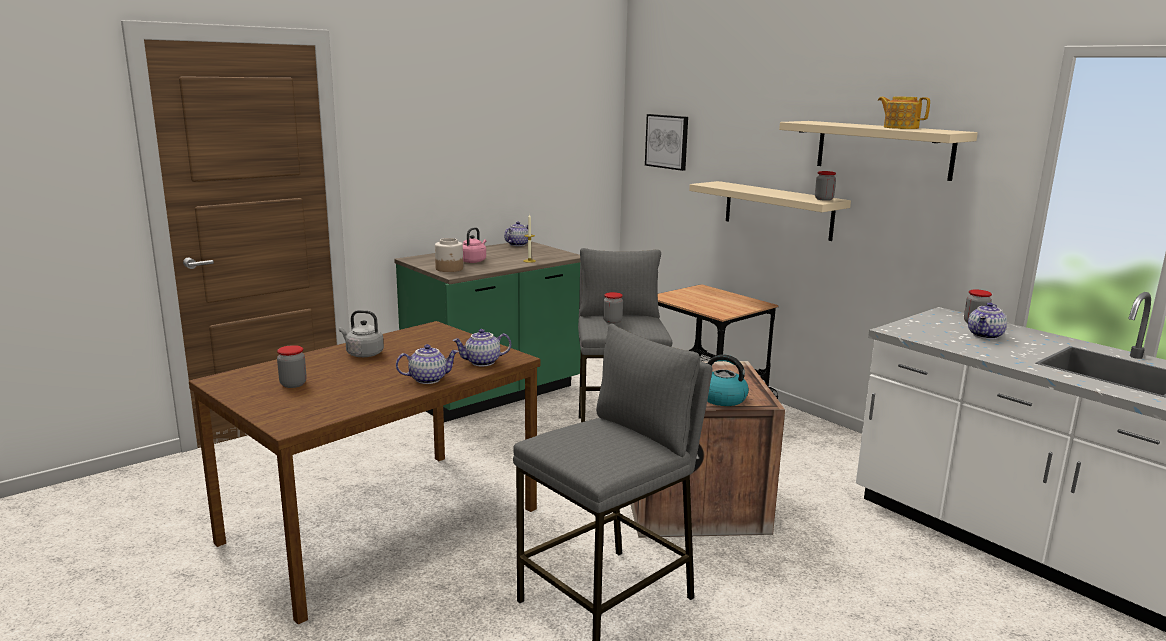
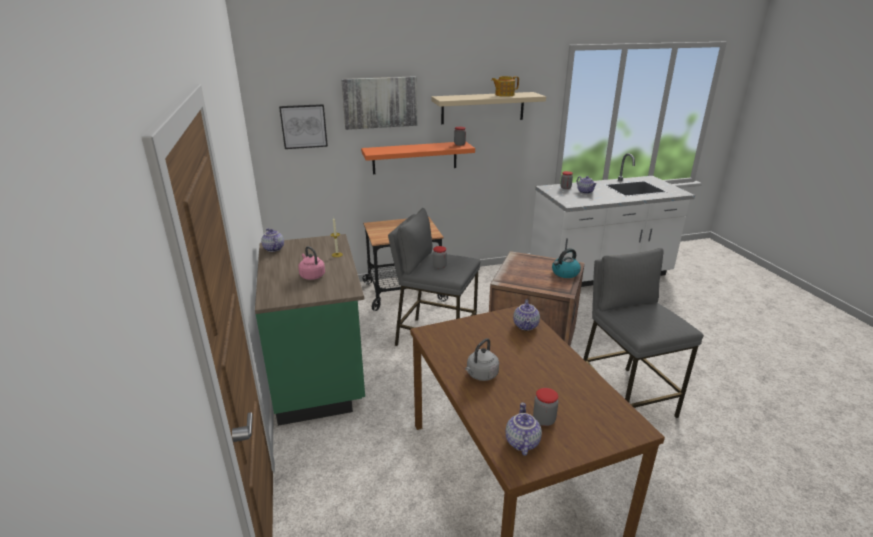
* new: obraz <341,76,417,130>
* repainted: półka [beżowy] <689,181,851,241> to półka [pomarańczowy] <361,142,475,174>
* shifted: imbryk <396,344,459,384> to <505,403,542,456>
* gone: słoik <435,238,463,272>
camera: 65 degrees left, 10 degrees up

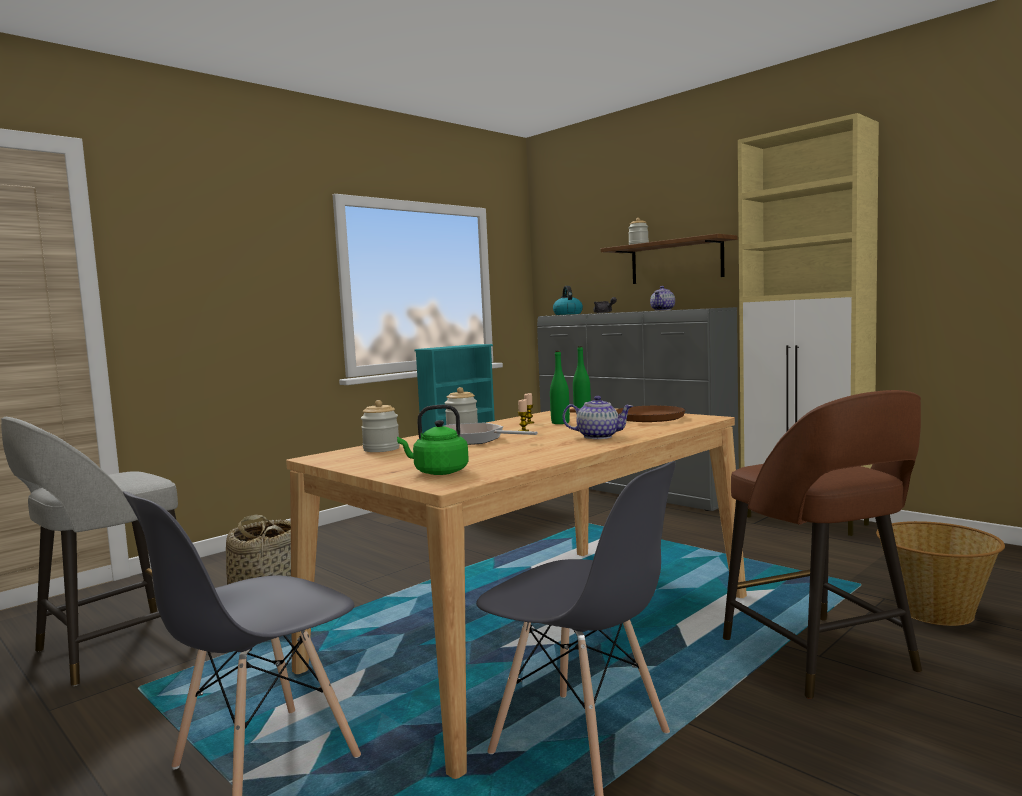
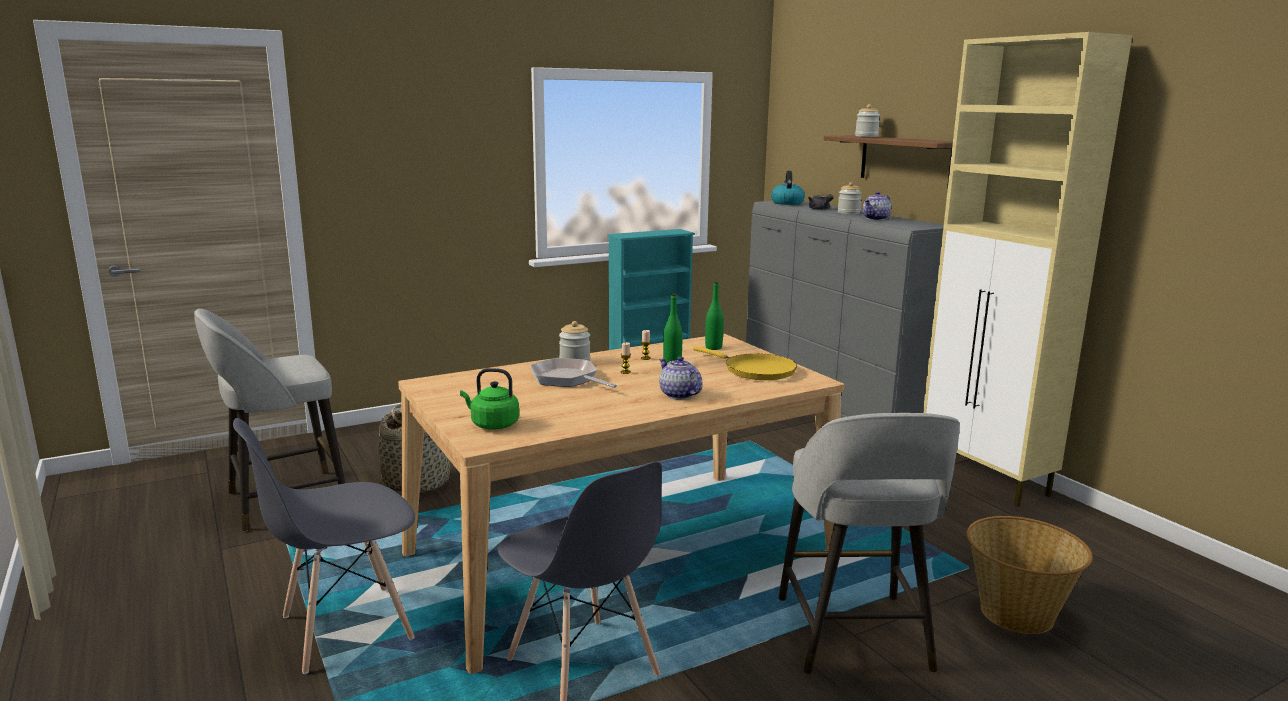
* rotated: imbryk <563,396,633,439> = <659,356,703,399> 150 degrees counterclockwise
* repainted: patelnia [brązowy] <570,406,685,422> to patelnia [żółty] <693,346,797,380>
* repainted: stołek [brązowy] <723,390,922,699> to stołek [szary] <779,413,960,674>
* shifted: słoik <361,400,400,452> to <838,182,862,214>
camera: 15 degrees right, 10 degrees up

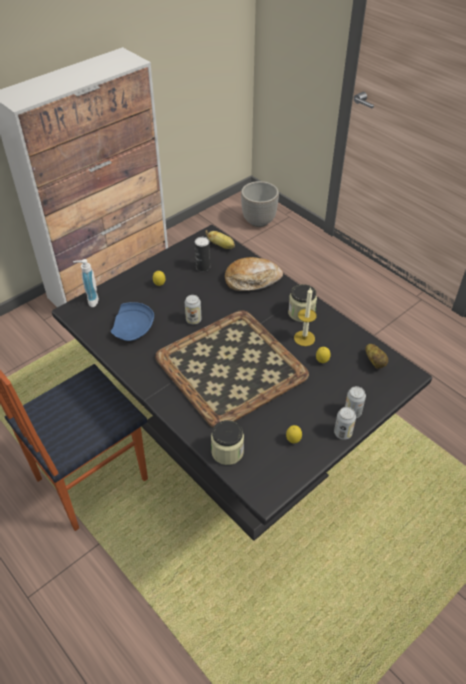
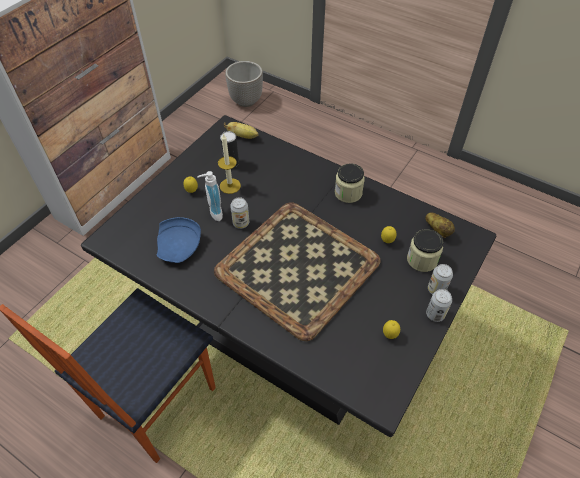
* shifted: dozownik mydła <73,259,99,307> to <197,171,223,221>
* shifted: świeca <294,287,317,346> to <218,133,241,194>
* shifted: słoik <211,420,244,465> to <407,229,444,272>
* gone: chleb <225,257,283,291>
camera: 15 degrees left, 5 degrees up

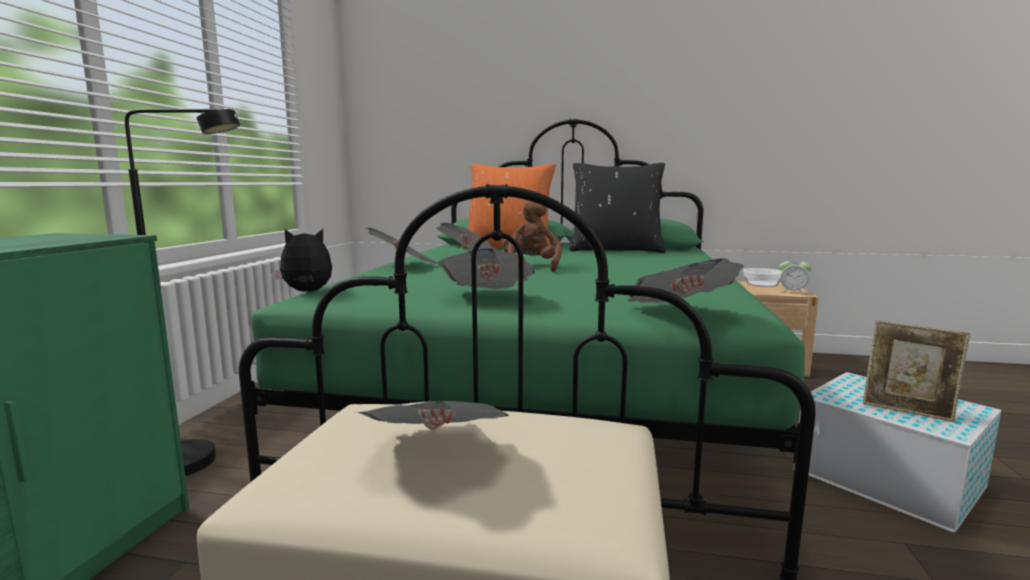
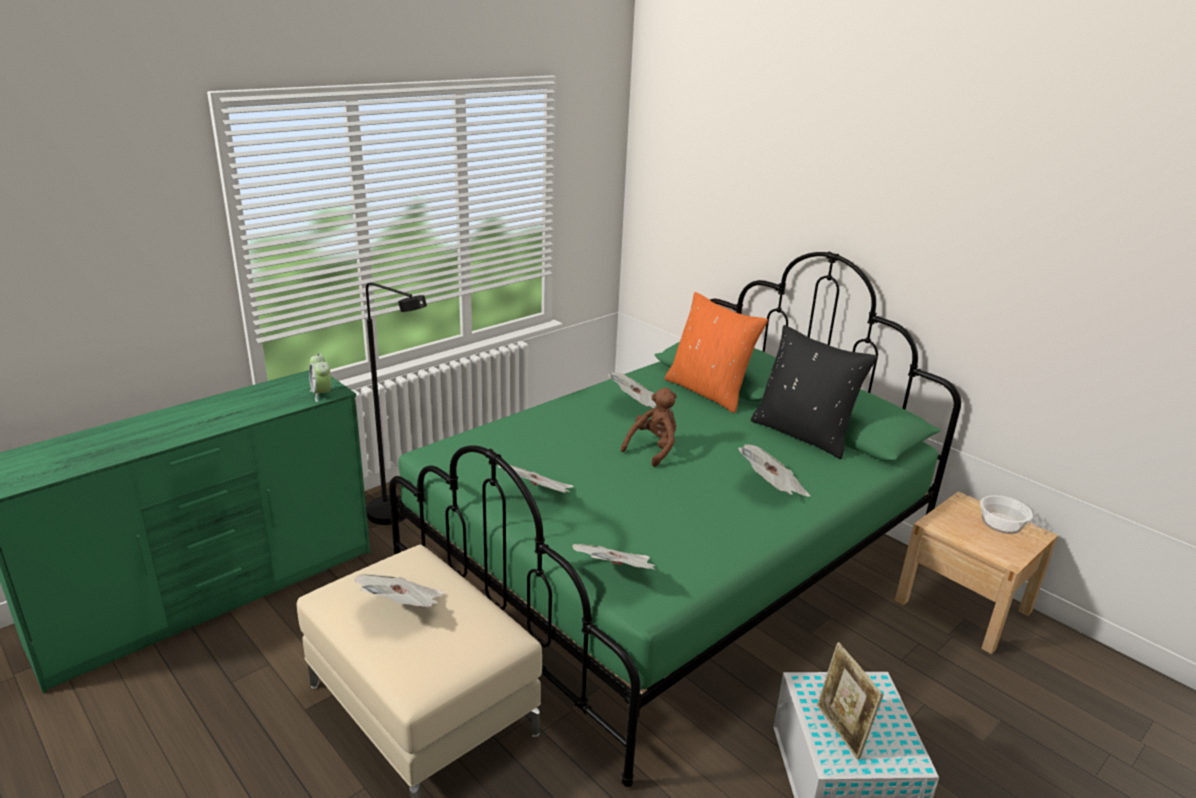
* shifted: budzik <779,257,812,295> to <309,353,331,402>
* shifted: gazeta <366,228,438,264> to <738,444,810,496>
* gone: pluszak <272,229,332,292>
camera: 35 degrees right, 15 degrees up

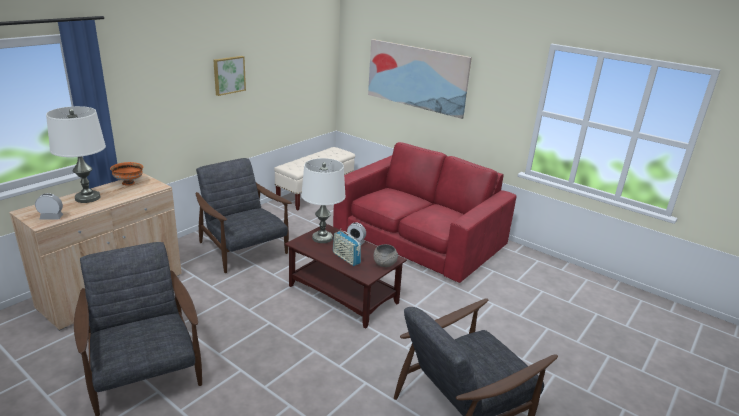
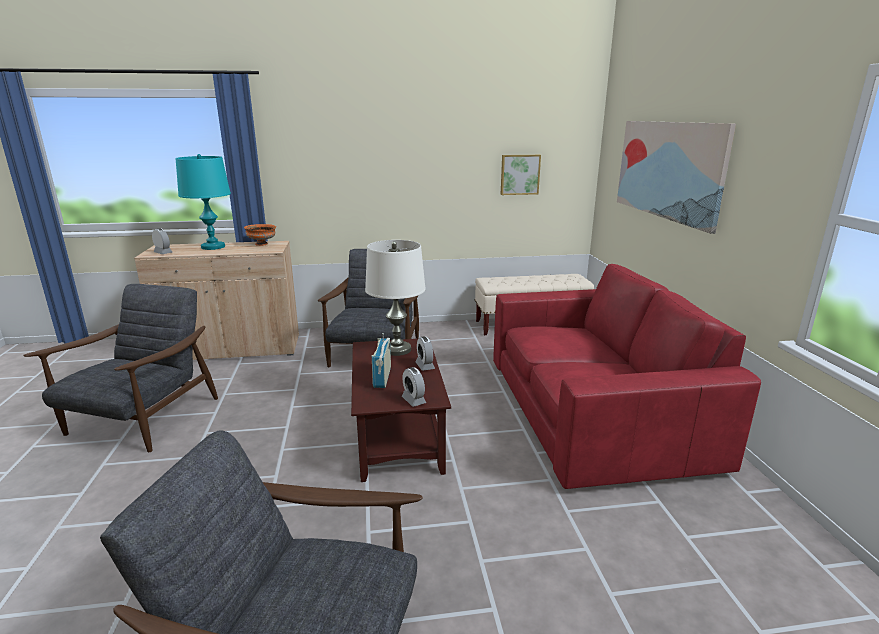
* repainted: lampa stołowa [biały] <46,106,106,203> to lampa stołowa [turkusowy] <176,154,231,250>
* swapped: miska [szary] <373,244,398,267> to budzik <402,367,426,407>
* shifted: obraz <213,56,246,96> to <501,155,541,195>
camera: 45 degrees right, 5 degrees down

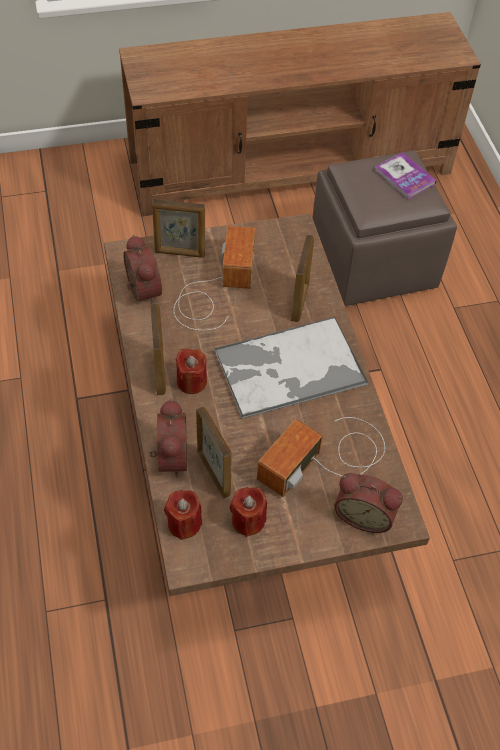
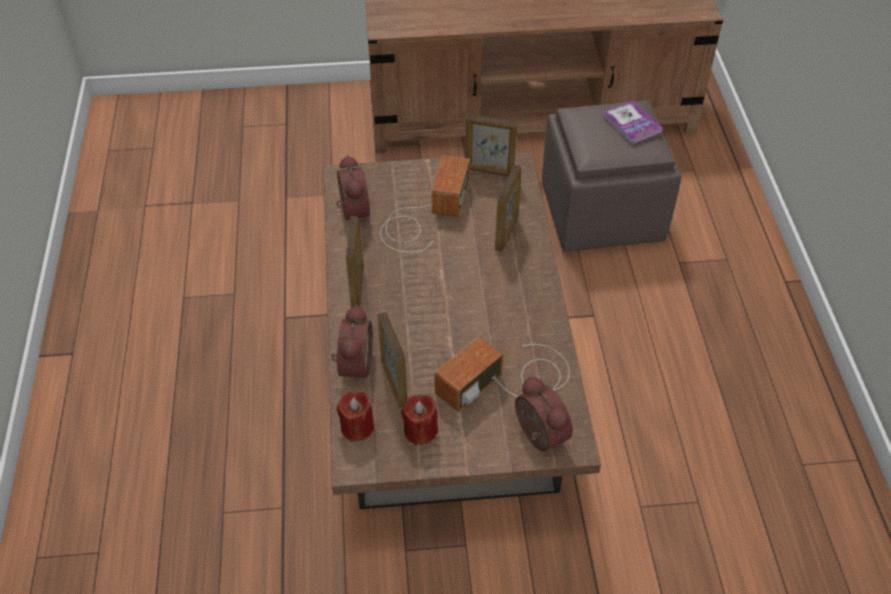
* shifted: ramka na zdjęcie <152,199,205,258> to <465,114,518,176>
* rotated: budzik <334,473,403,533> = <515,376,573,452> 150 degrees counterclockwise
* gone: świeca [czerwony] <175,349,207,394>
* gone: taca <214,316,368,419>
camera: 10 degrees right, 5 degrees down

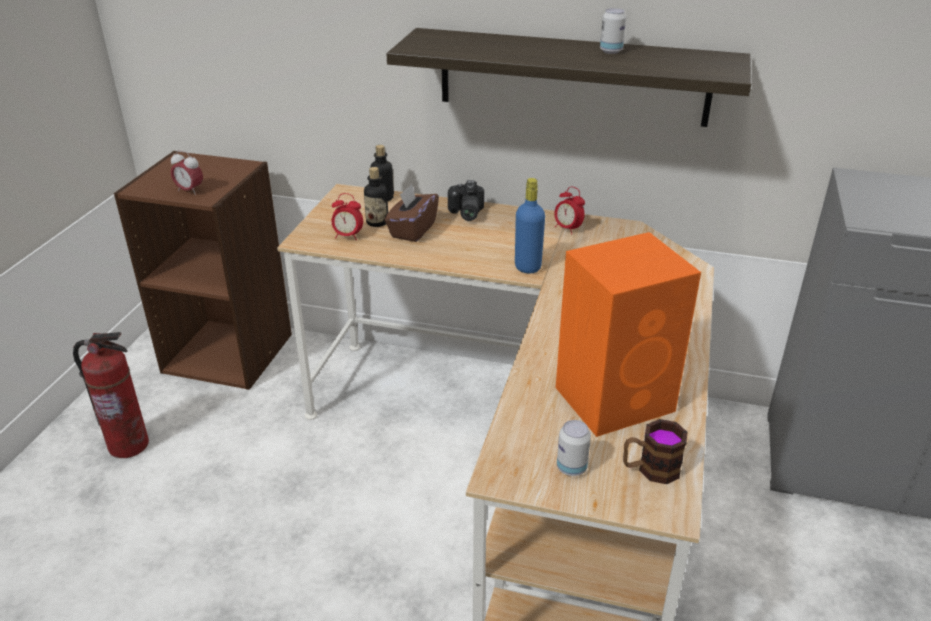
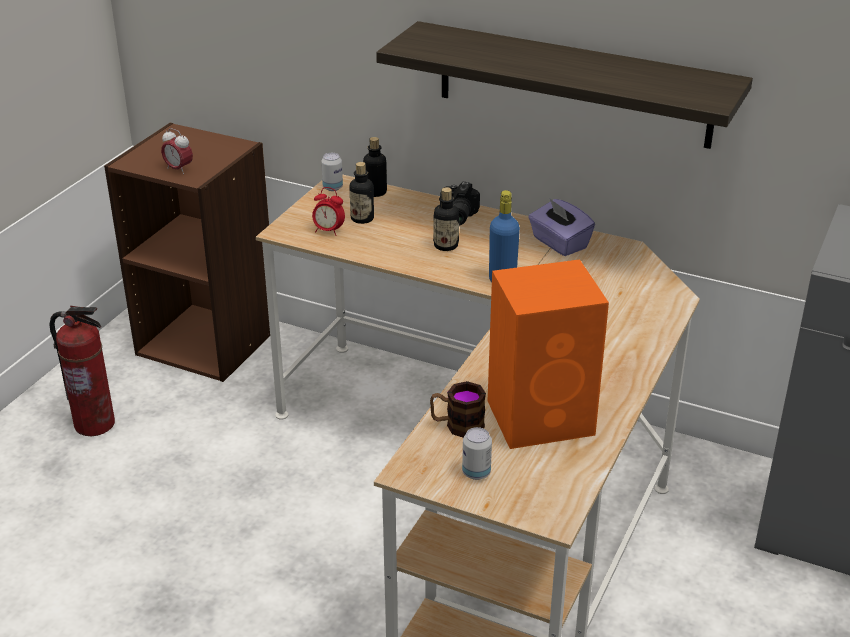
* shifted: puszka <600,8,626,54> to <321,153,343,191>
* shifted: kubek <623,419,687,484> to <430,381,486,438>
* new: butelka <433,187,459,251>
* swapped: budzik <554,186,585,235> to pudełko chusteczek [fioletowy] <528,199,595,256>
* gone: pudełko chusteczek [brązowy] <385,184,439,242>
camera: 10 degrees right, 0 degrees up

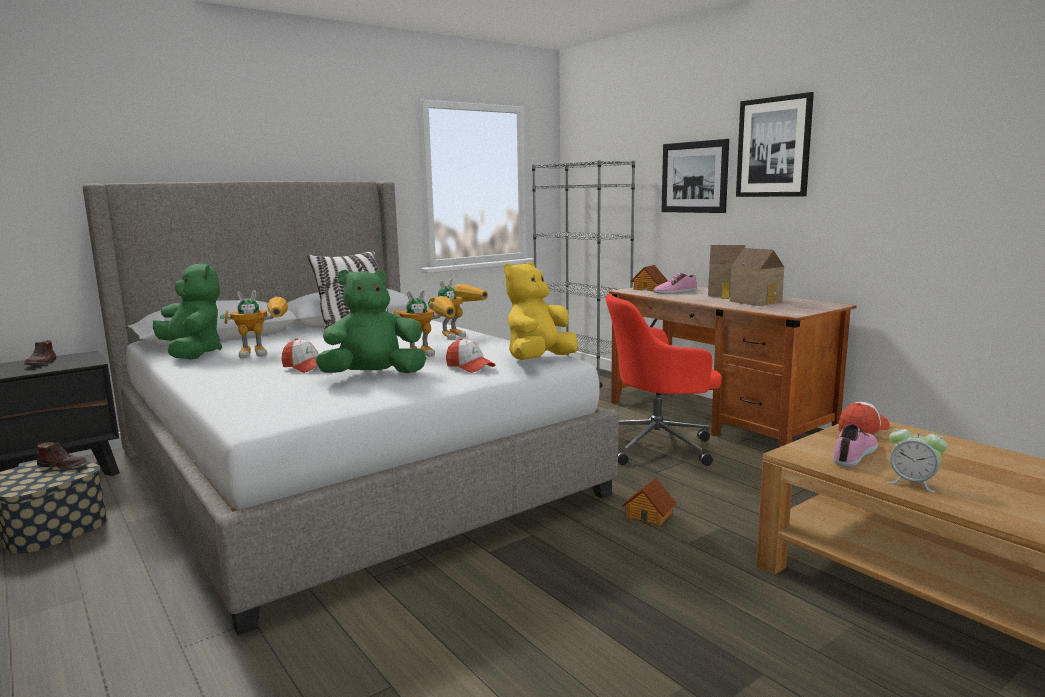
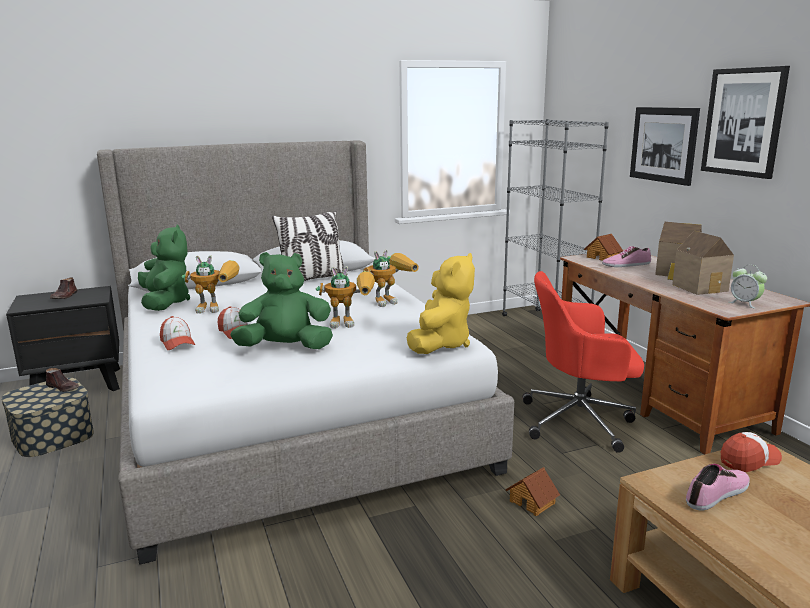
* shifted: czapka z daszkiem <446,338,495,373> to <160,316,196,350>
* rotated: pluszak [żółty] <504,262,578,360> = <407,253,475,354> 150 degrees clockwise
* shifted: budzik <887,423,947,493> to <729,265,767,309>
camera: 15 degrees right, 5 degrees up

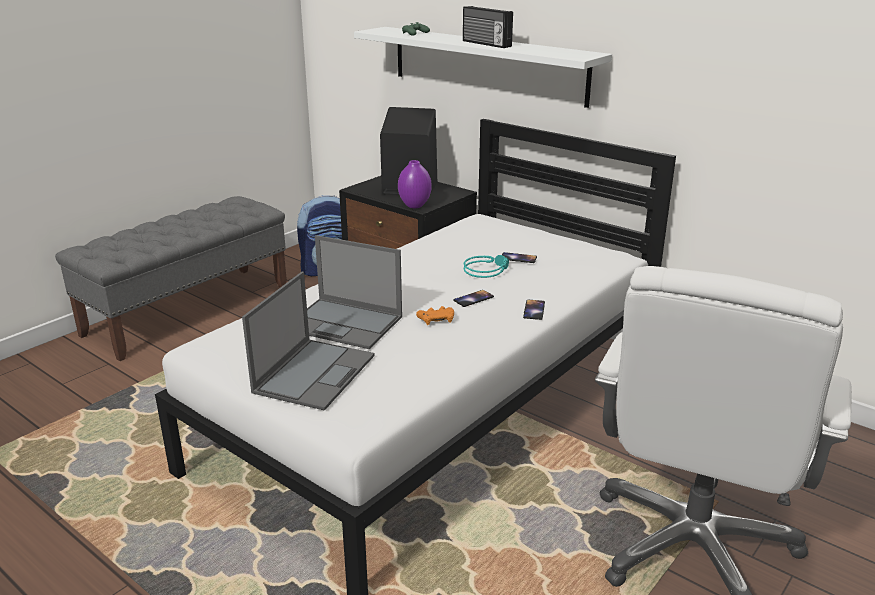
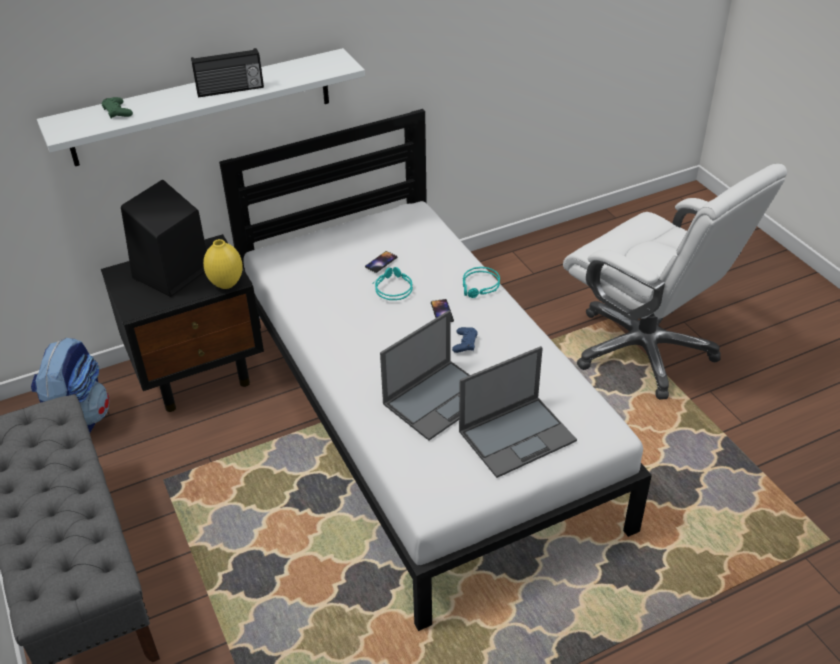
* repainted: wazon [fioletowy] <398,160,432,208> to wazon [żółty] <203,239,243,289>
* repainted: pad do gier [pomarańczowy] <416,306,454,325> to pad do gier [niebieski] <452,327,478,353>
* rotated: laptop <242,272,375,411> = <459,346,577,478> 105 degrees clockwise
* swapped: telefon <523,300,545,320> to słuchawki [turkusowy] <463,267,500,298>
camera: 65 degrees left, 15 degrees up

